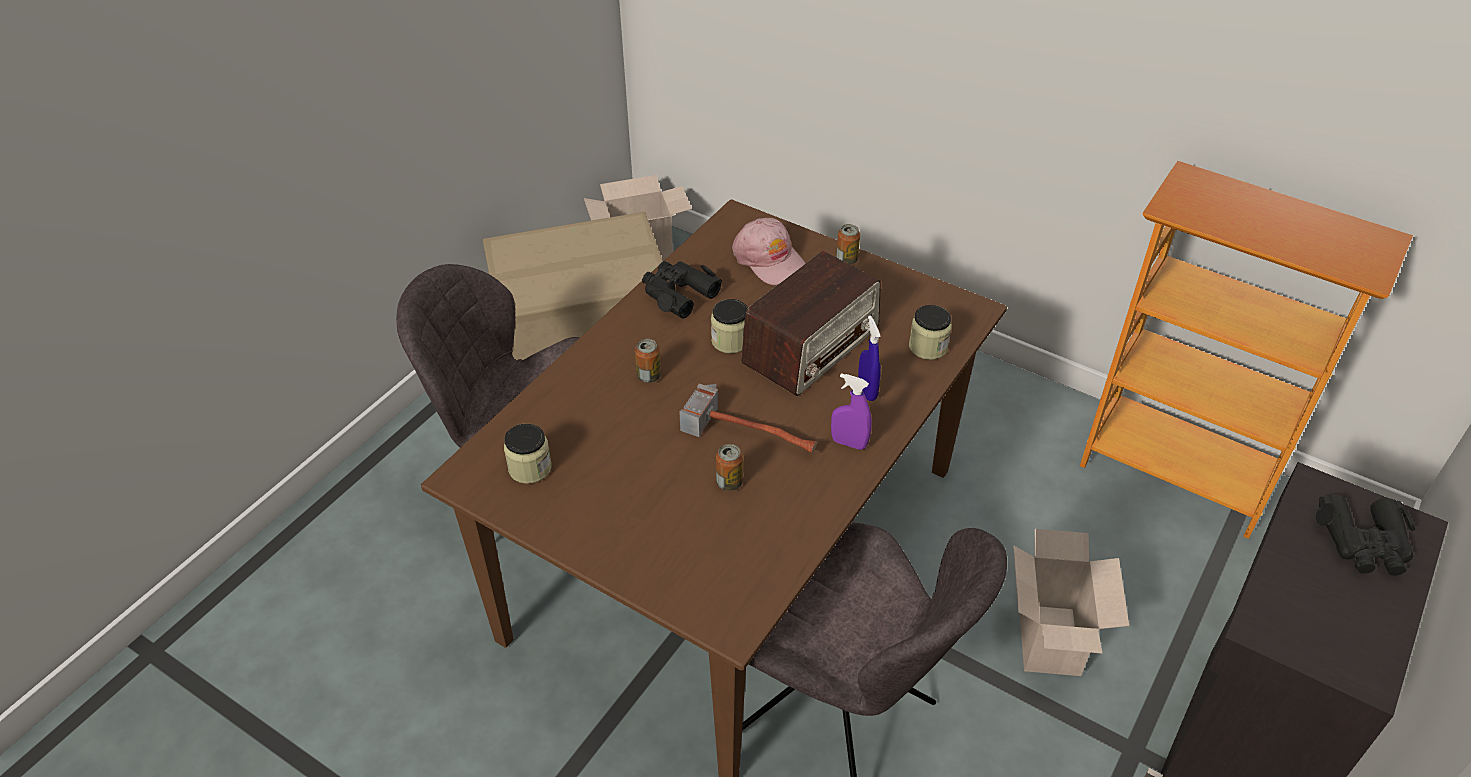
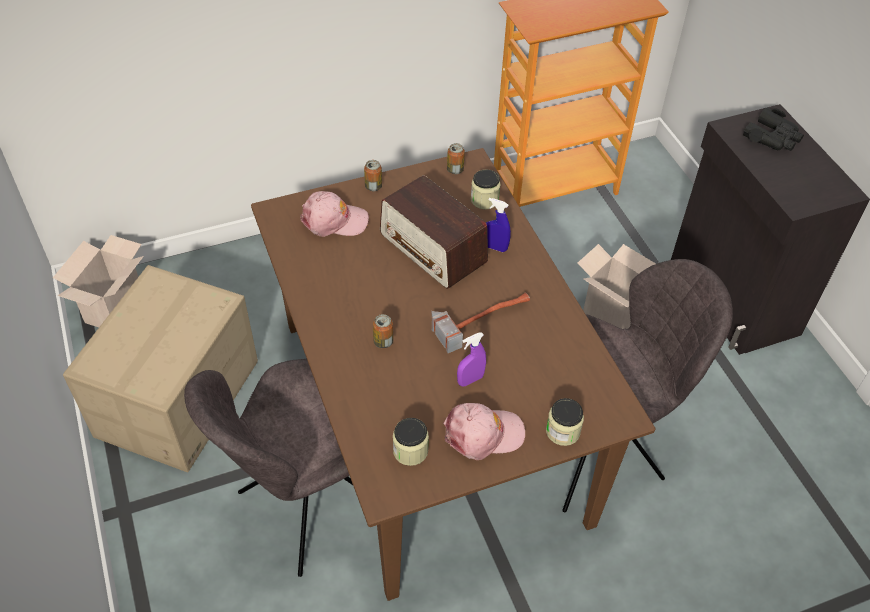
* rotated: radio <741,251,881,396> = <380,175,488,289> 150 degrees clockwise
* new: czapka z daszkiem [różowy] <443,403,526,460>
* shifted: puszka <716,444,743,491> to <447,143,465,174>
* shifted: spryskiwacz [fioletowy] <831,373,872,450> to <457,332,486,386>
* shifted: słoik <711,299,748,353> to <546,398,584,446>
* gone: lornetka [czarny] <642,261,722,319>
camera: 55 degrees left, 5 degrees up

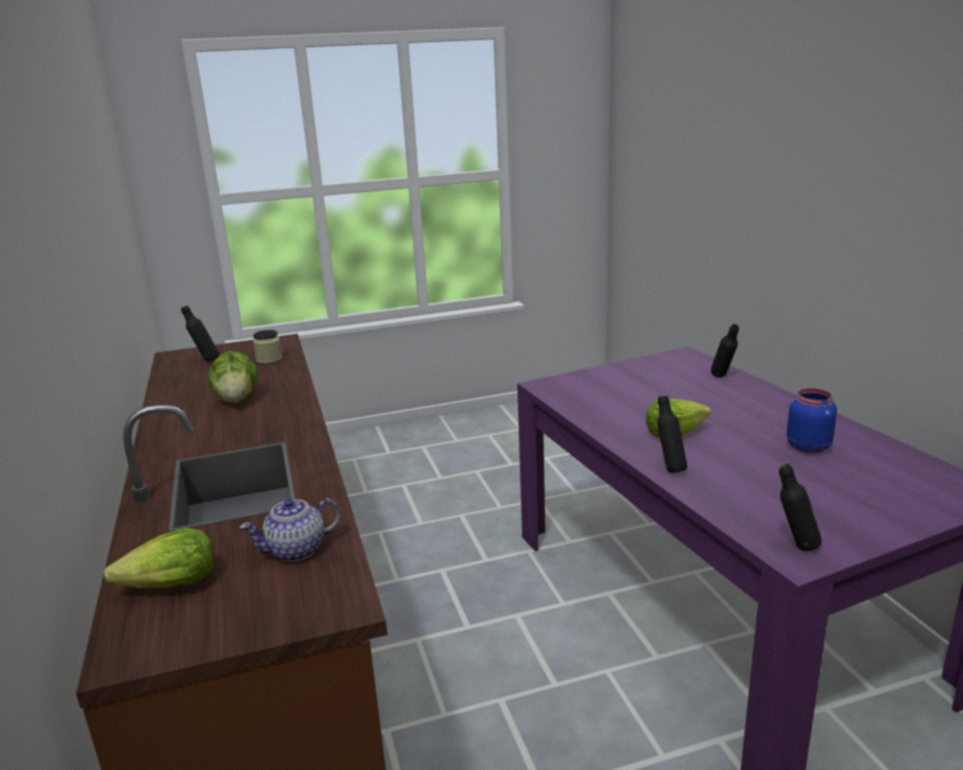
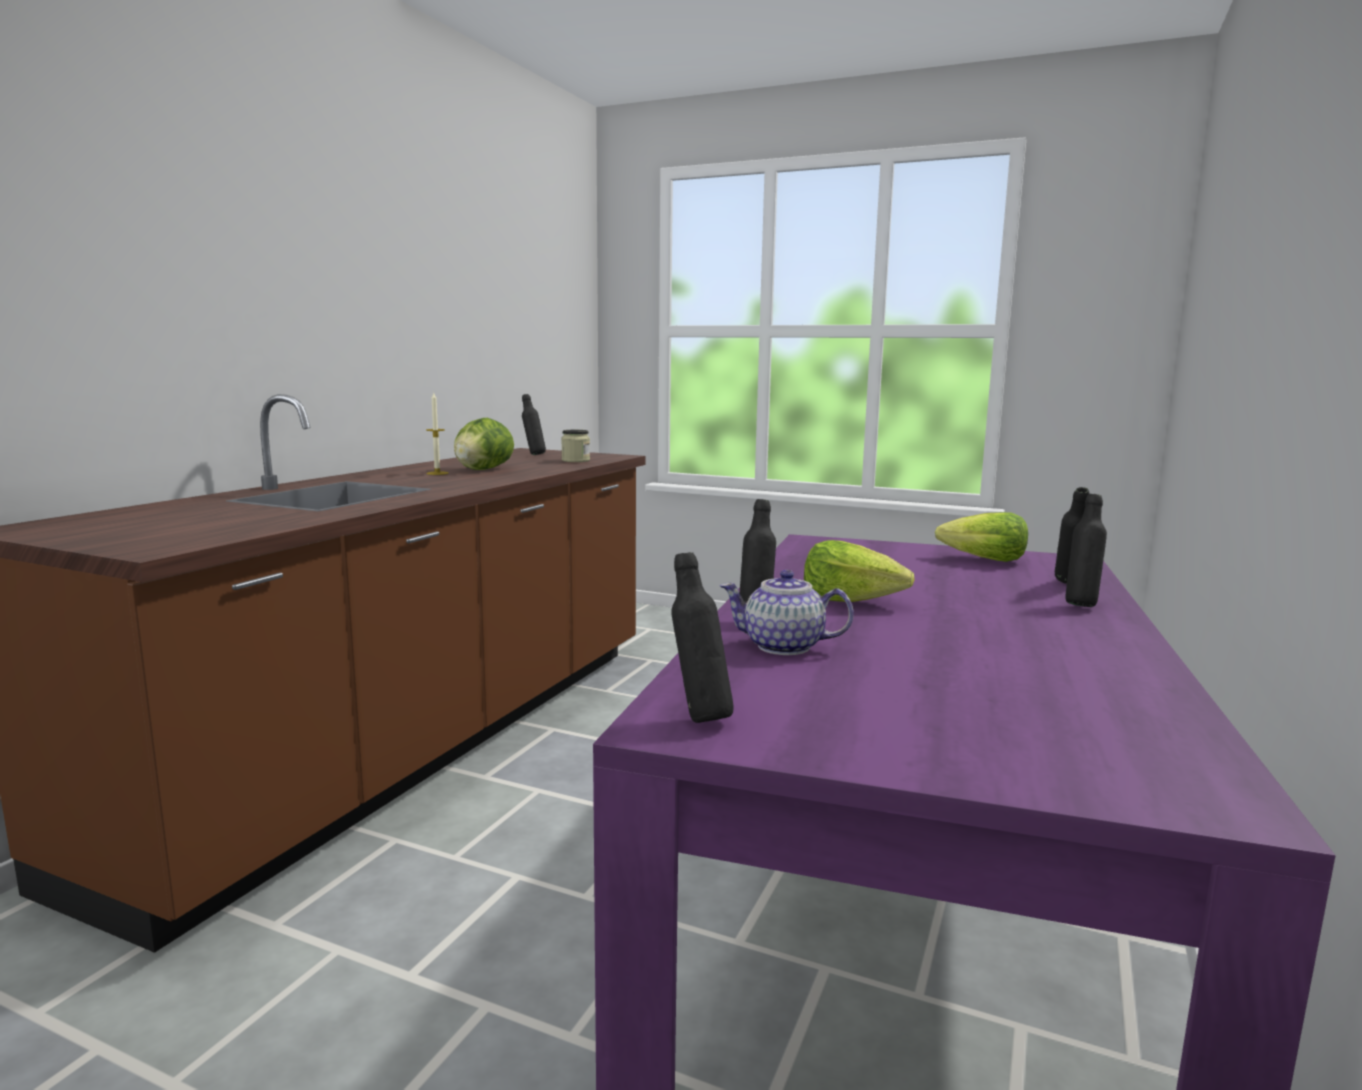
* new: świeca <426,393,448,475>
* shifted: imbryk <239,498,341,562> to <720,570,854,655>
* shifted: sałata <104,528,213,588> to <935,512,1028,562>
* new: butelka [czarny] <1065,494,1107,607>
* gone: słoik [niebieski] <787,388,837,454>
camera: 40 degrees right, 10 degrees down

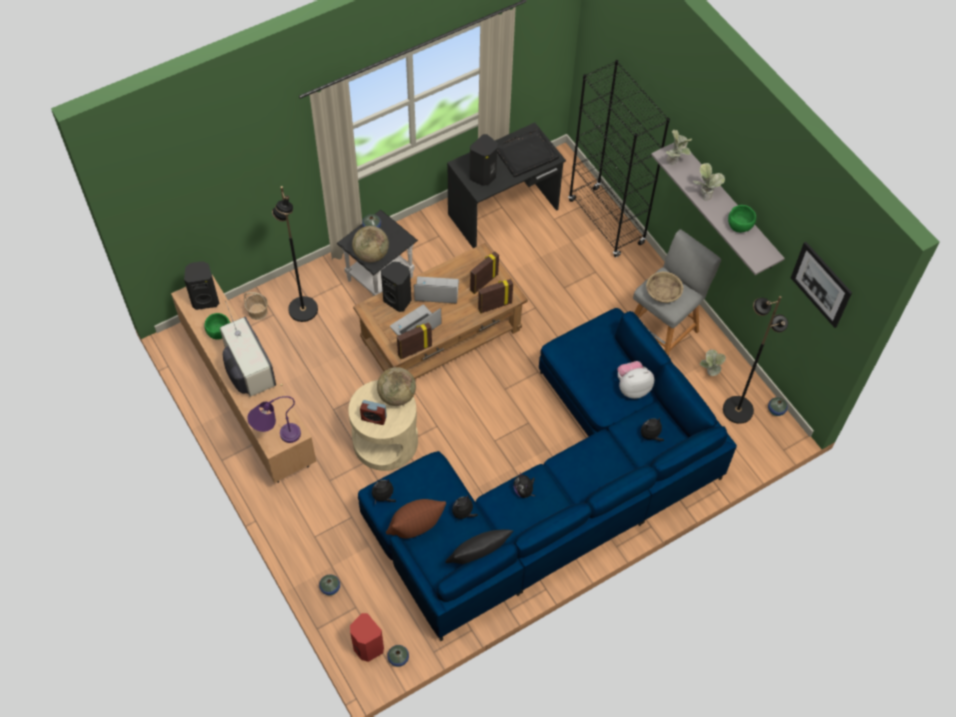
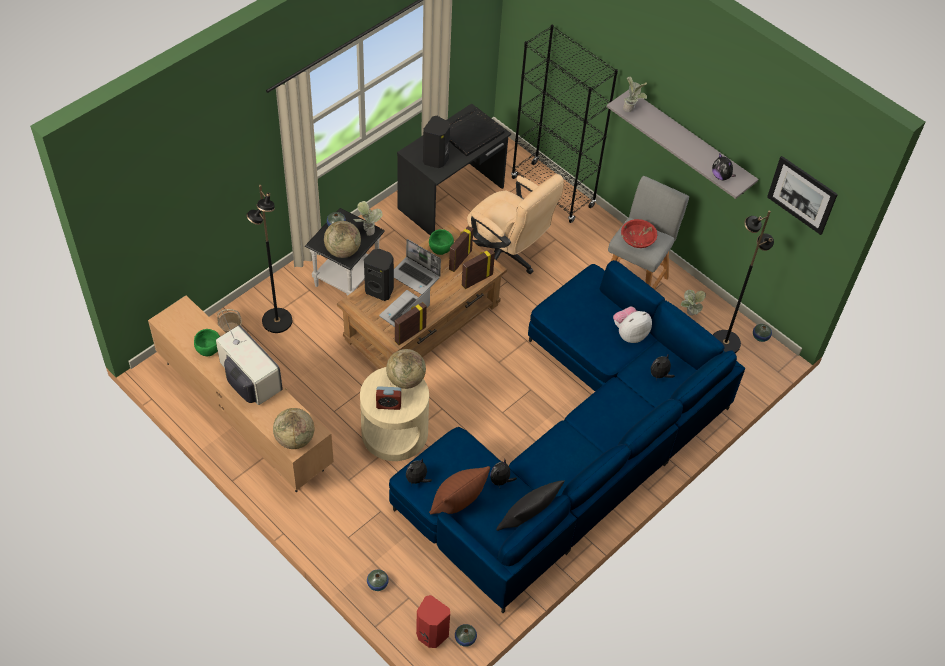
* swapped: lampa stołowa [fioletowy] <248,396,301,443> to globus <273,408,314,449>
* shifted: roślina doniczkowa <693,163,725,201> to <353,201,383,236>
* rotated: laptop <414,276,459,303> = <394,239,441,294> 135 degrees counterclockwise
* shifted: miska [zielony] <728,205,756,233> to <429,229,454,255>
* new: krzesło biurowe [beżowy] <467,174,564,274>
* repainted: miska [beżowy] <646,272,683,303> to miska [czerwony] <621,219,657,248>
* shifted: pluszak <513,473,535,498> to <712,153,736,180>
* gone: głośnik [czarny] <184,261,220,310>
camera: 15 degrees left, 5 degrees down

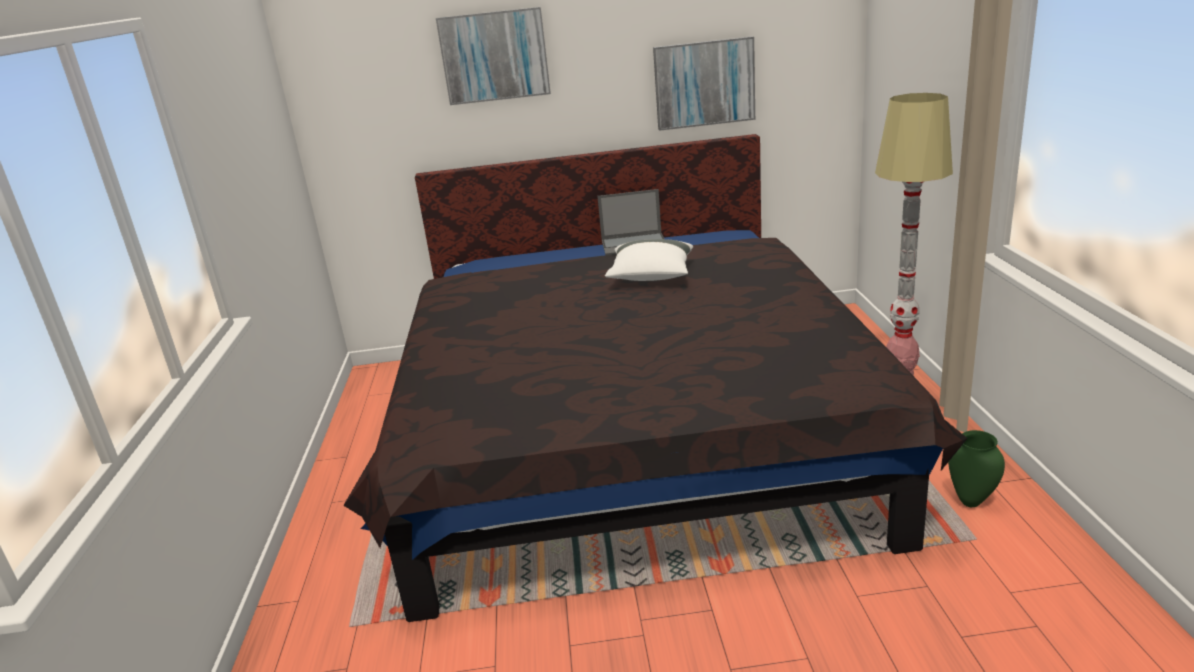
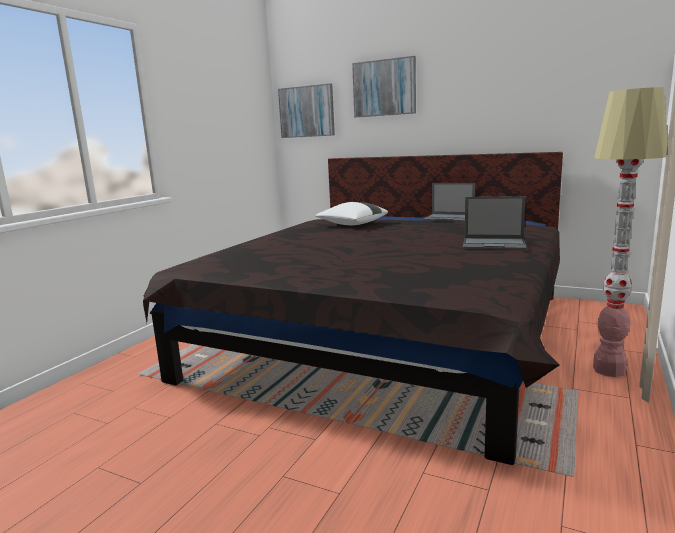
* shifted: obraz <653,36,755,131> to <278,83,335,138>
* shifted: poduszka [biały] <605,239,693,281> to <315,202,388,225>
* new: laptop <463,196,527,250>
* gone: wazon [zielony] <948,430,1005,507>
camera: 30 degrees right, 10 degrees down

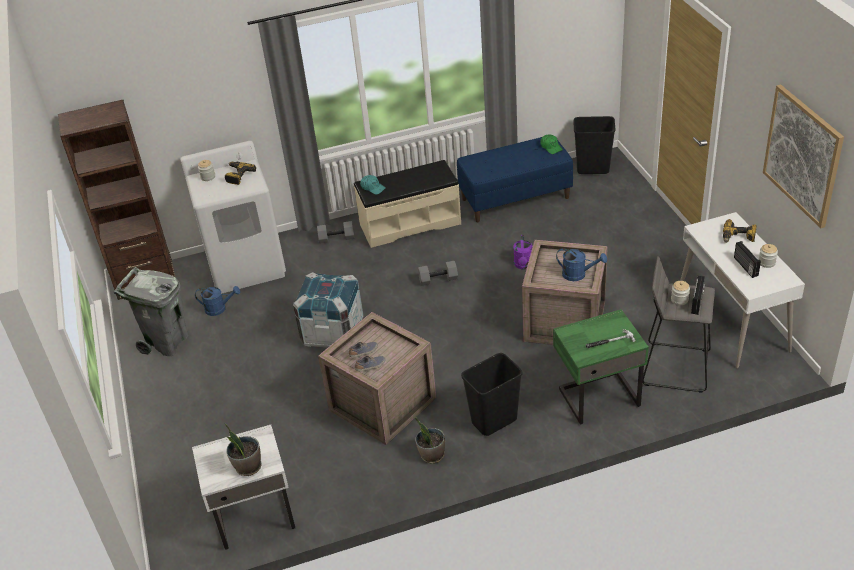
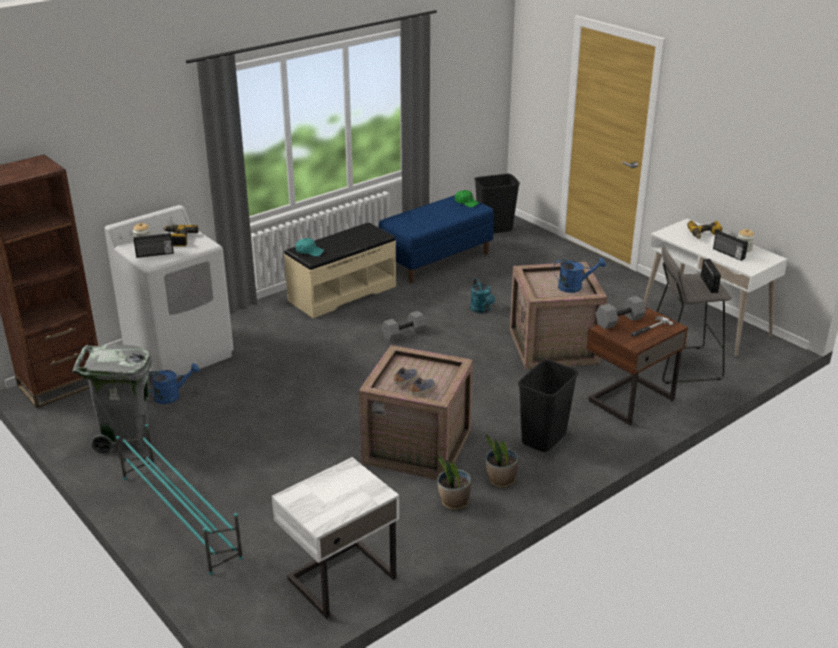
* new: regał na buty [turkusowy] <116,424,243,575>
* new: radio <134,232,174,258>
* shifted: roślina doniczkowa <225,424,261,476> to <438,454,471,510>
* repainted: konewka [fioletowy] <513,235,533,270> to konewka [turkusowy] <470,278,495,313>
* repainted: szafka nocna [zielony] <553,309,649,424> to szafka nocna [brązowy] <587,306,688,425>
* shifted: hantel [szary] <317,221,354,243> to <596,296,646,329>
* gone: skrzynka <293,272,364,348>
* gone: słoik <671,281,690,305>
* gone: obraz <763,84,844,228>
camera: 25 degrees left, 10 degrees down

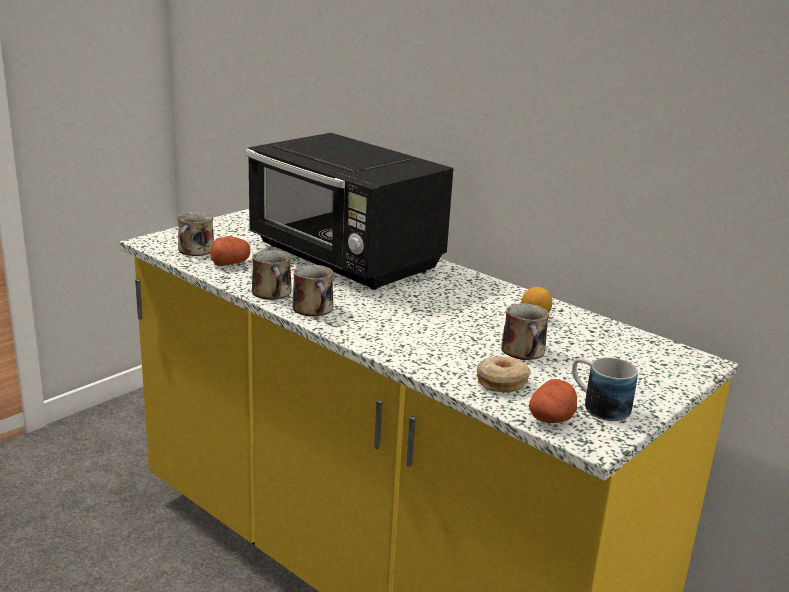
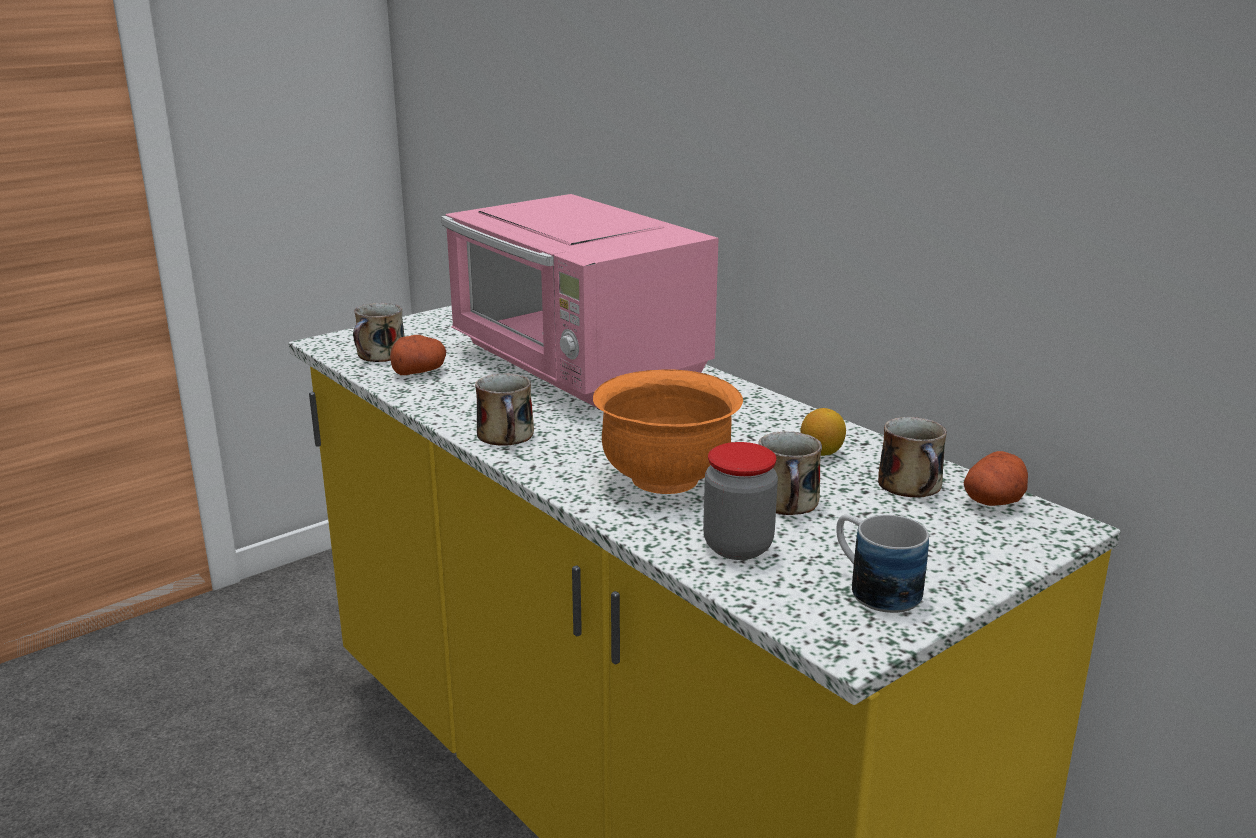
* repainted: mikrofalówka [czarny] <246,133,453,290> to mikrofalówka [różowy] <442,194,719,410>
* new: miska [pomarańczowy] <593,369,743,494>
* swapped: donut <477,356,531,392> to słoik <703,442,778,560>
* shifted: kubek <252,250,292,300> to <878,417,947,498>
* shifted: ziemniak <529,379,577,423> to <964,451,1028,506>
camera: 10 degrees right, 0 degrees up

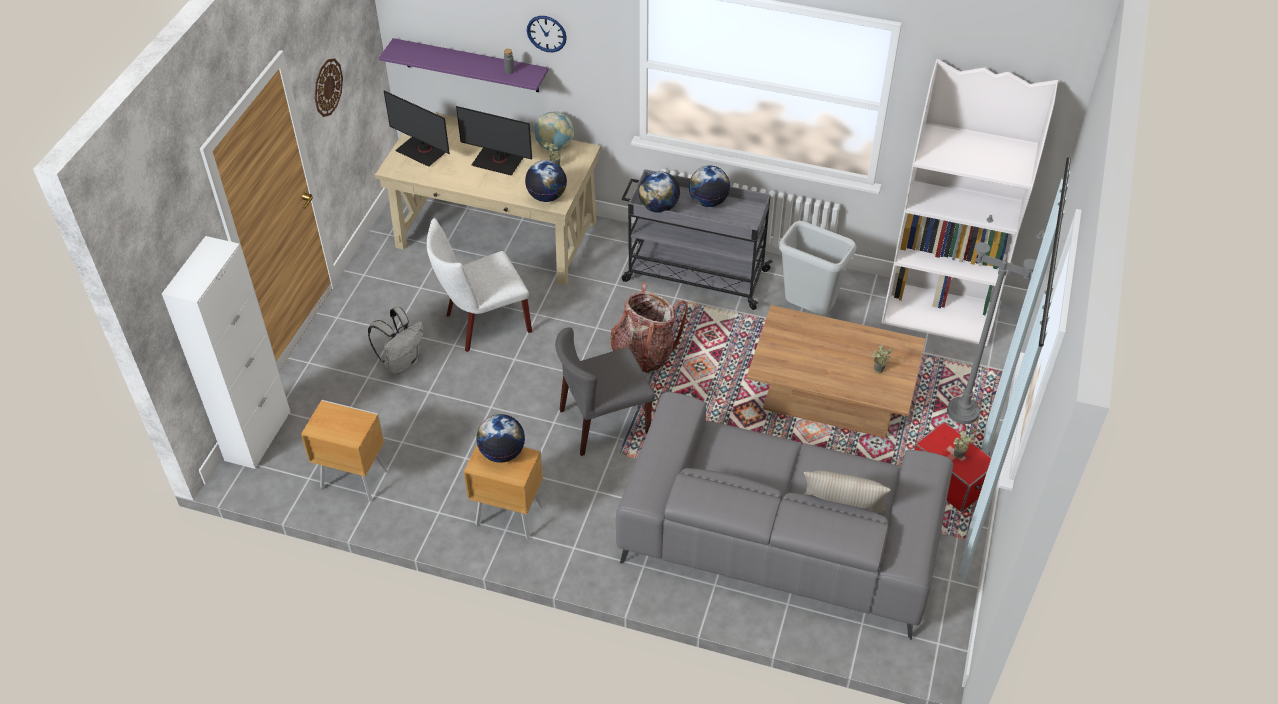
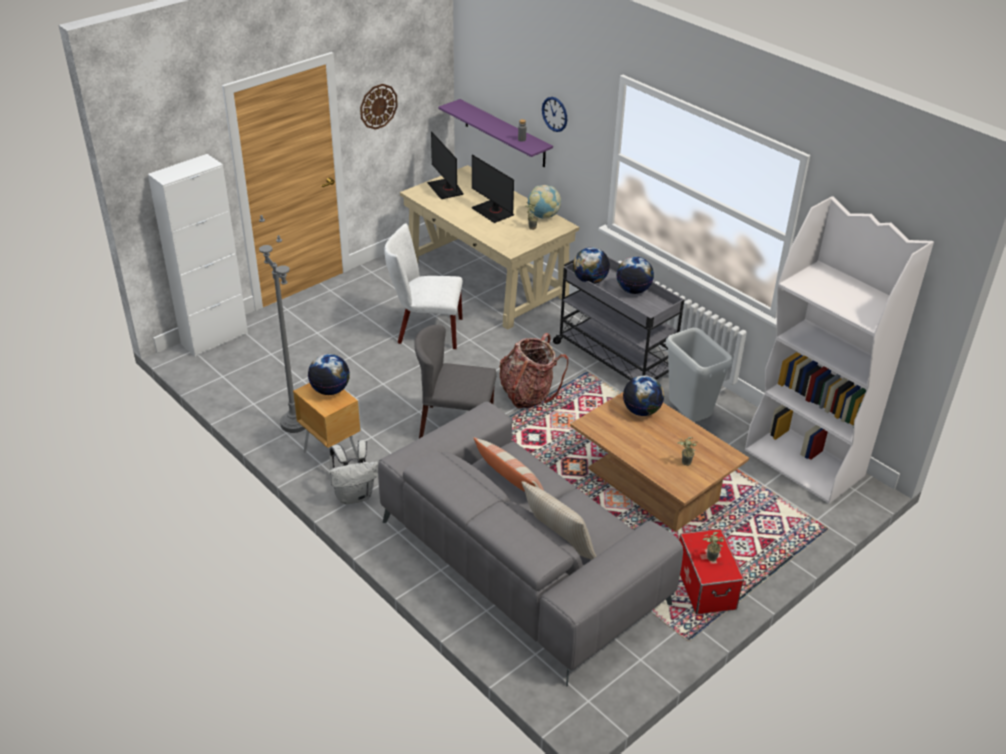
* shifted: lampa stojąca [szary] <947,215,1043,424> to <259,215,305,433>
* shifted: plecak [biały] <368,307,423,375> to <330,440,378,504>
* new: poduszka <473,437,544,492>
* shifted: globus <525,160,567,202> to <623,375,664,416>
* gone: szafka nocna [brązowy] <301,400,388,501>
camera: 30 degrees right, 10 degrees down

